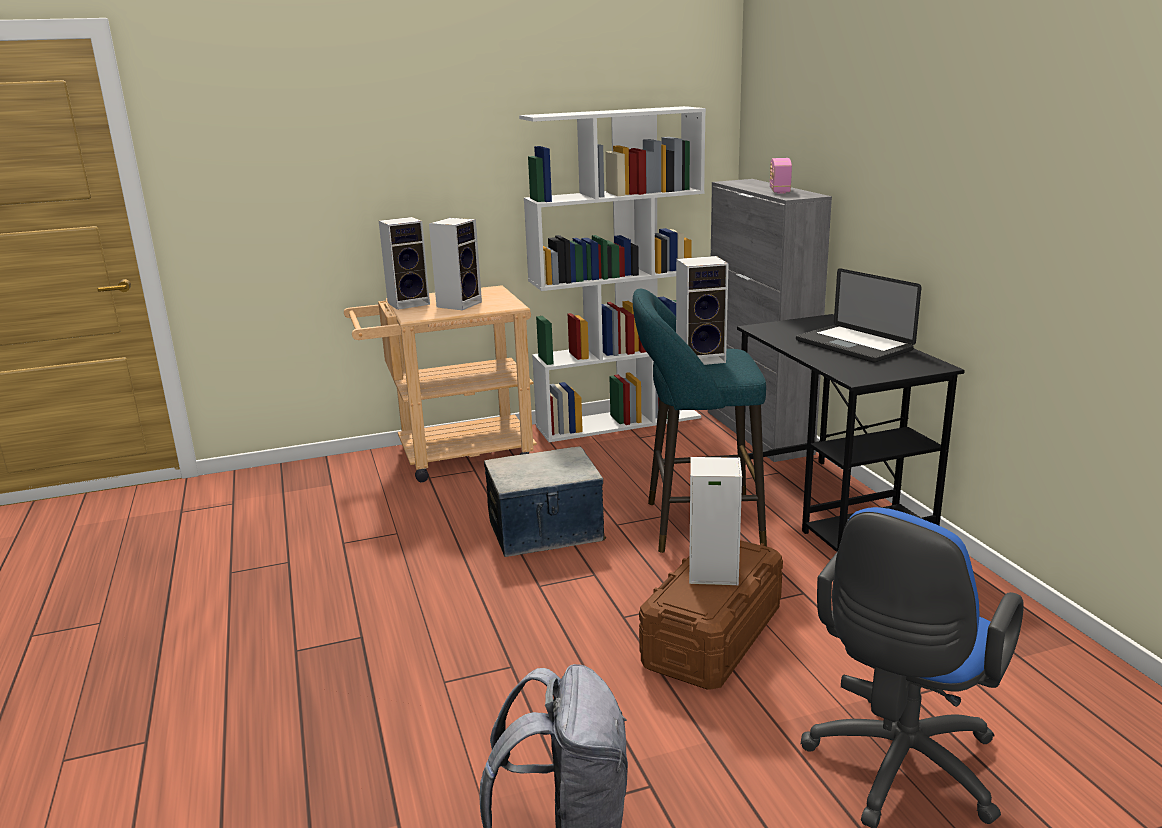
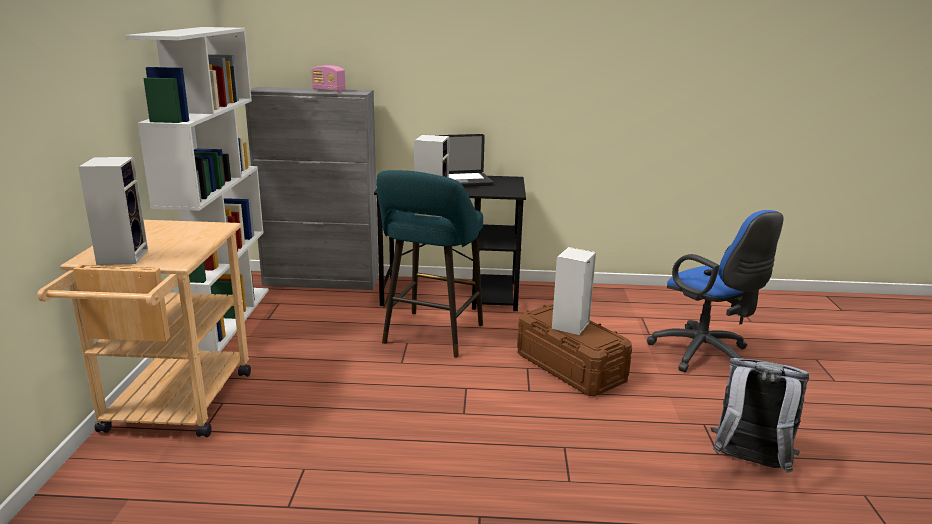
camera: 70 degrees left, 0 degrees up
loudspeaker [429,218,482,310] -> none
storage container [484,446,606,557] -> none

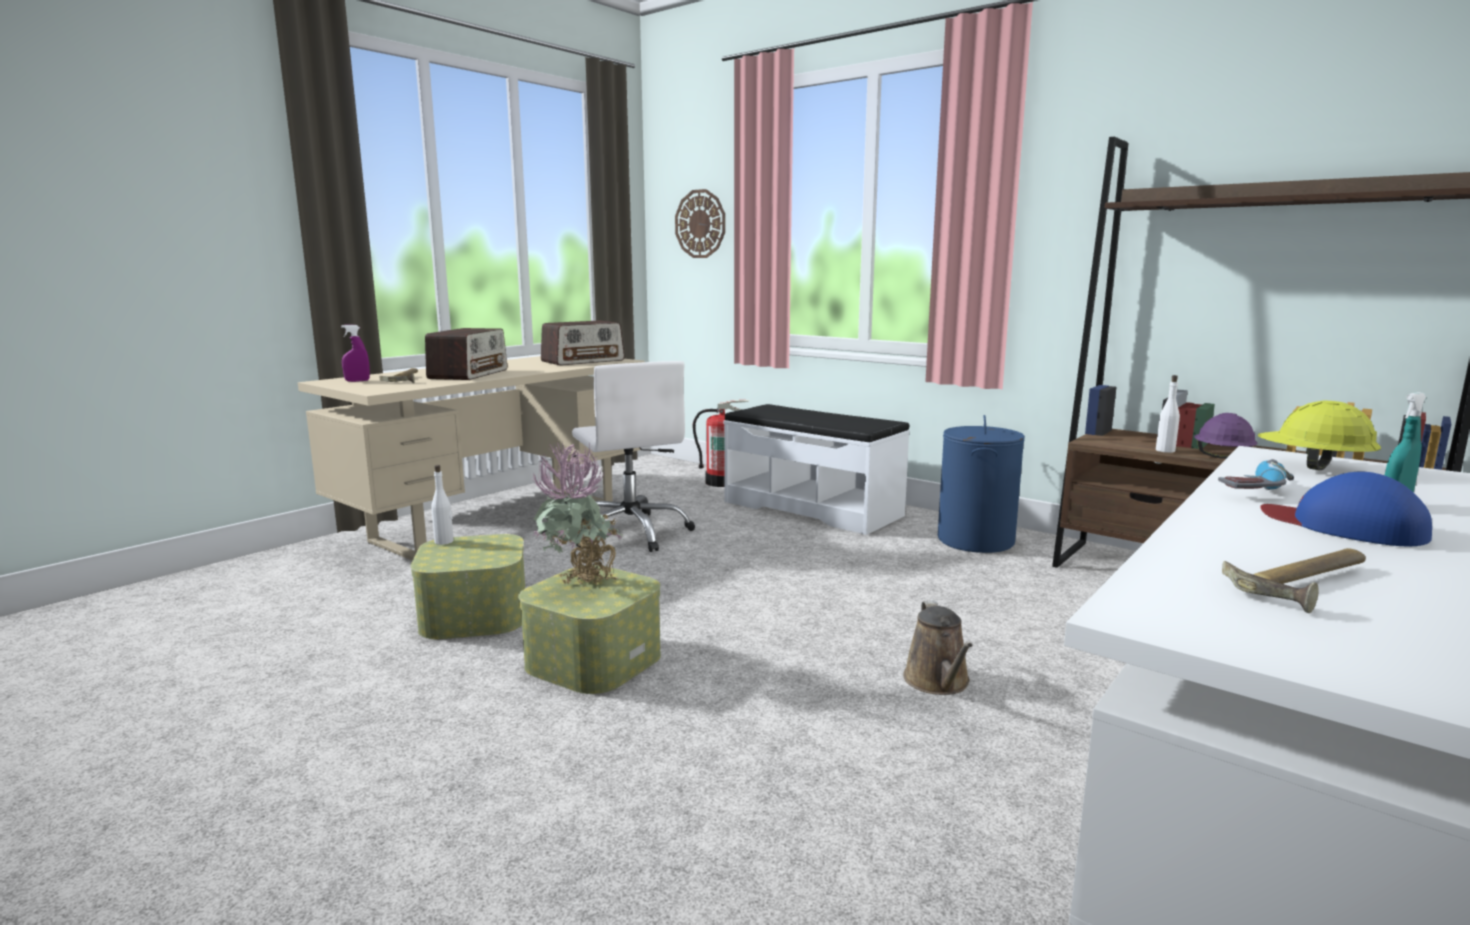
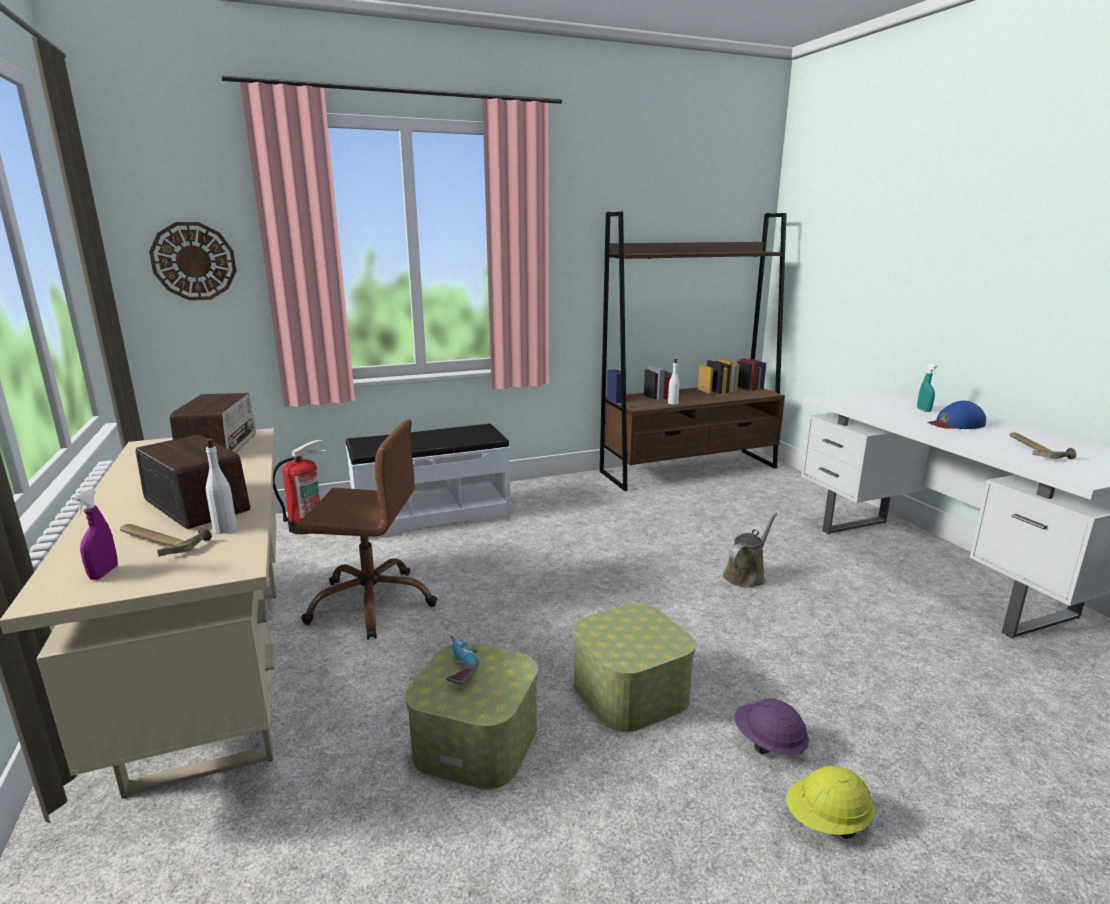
camera: 60 degrees left, 5 degrees up
desk chair/whitish [572,361,695,552] -> desk chair/brownish [296,420,437,640]
hard hat/yellow-coloured [1258,401,1381,470] -> hard hat/yellow-coloured [786,766,875,839], moved
hard hat/purple-coloured [1194,413,1258,459] -> hard hat/purple-coloured [734,698,809,755], moved
laundry basket/blue-coloured [938,415,1025,553] -> none
potted plant [531,441,623,587] -> none
drill [1218,459,1294,490] -> drill [446,635,479,685], moved
beverage bottle/whitish [431,465,454,545] -> beverage bottle/whitish [206,439,237,534], moved
sprinkling can/brownish [903,600,973,695] -> sprinkling can/brownish [723,513,777,588], 75 degrees counterclockwise

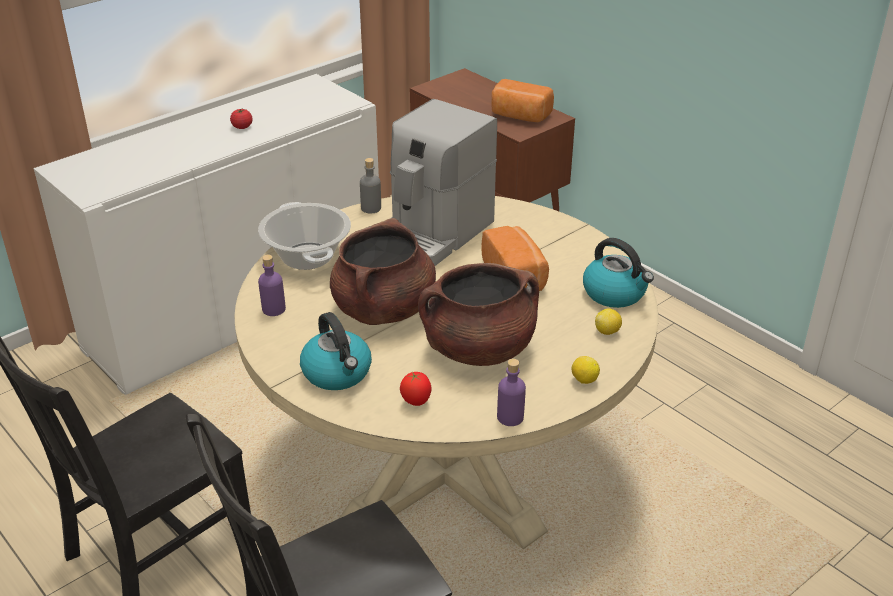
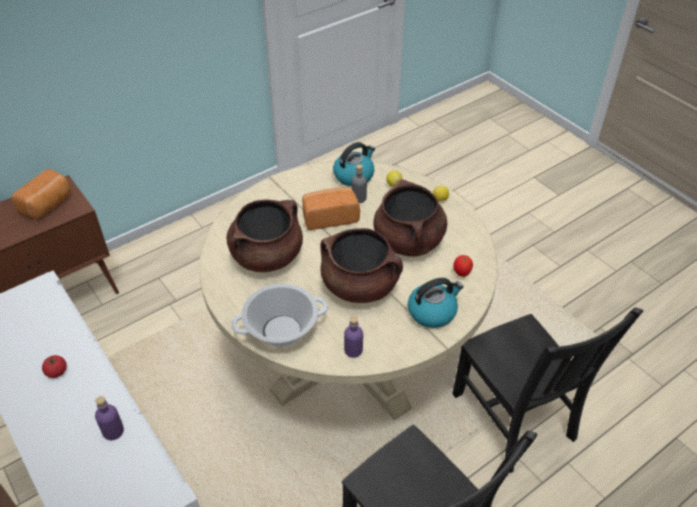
camera: 85 degrees left, 10 degrees up
coffee brewer [390,99,497,266] -> cooking pot/brownish [227,199,303,272]
beverage bottle/gray [360,158,381,213] -> beverage bottle/gray [351,164,367,203], moved
beverage bottle/purple-coloured [497,359,526,426] -> beverage bottle/purple-coloured [95,396,124,440], moved

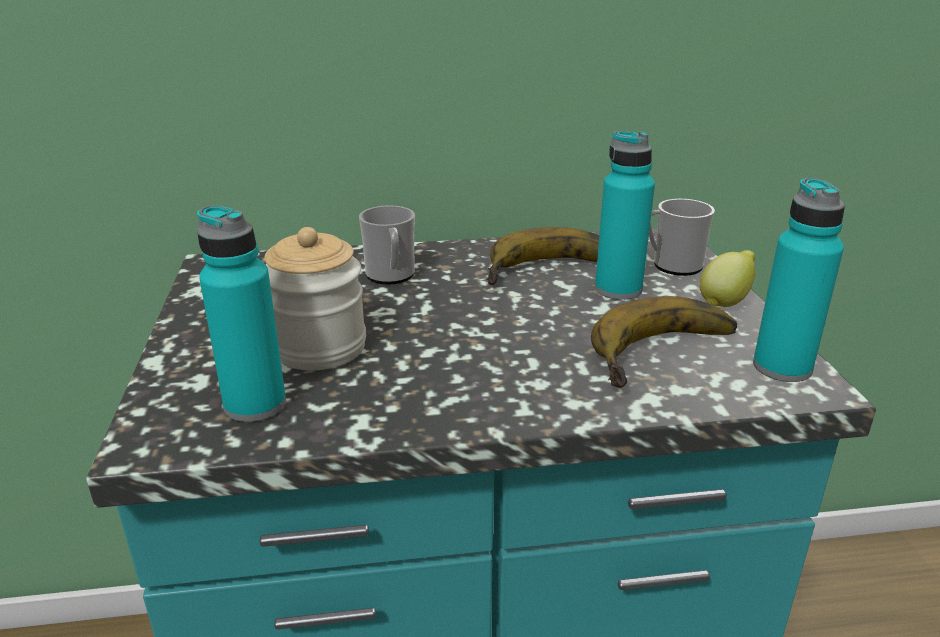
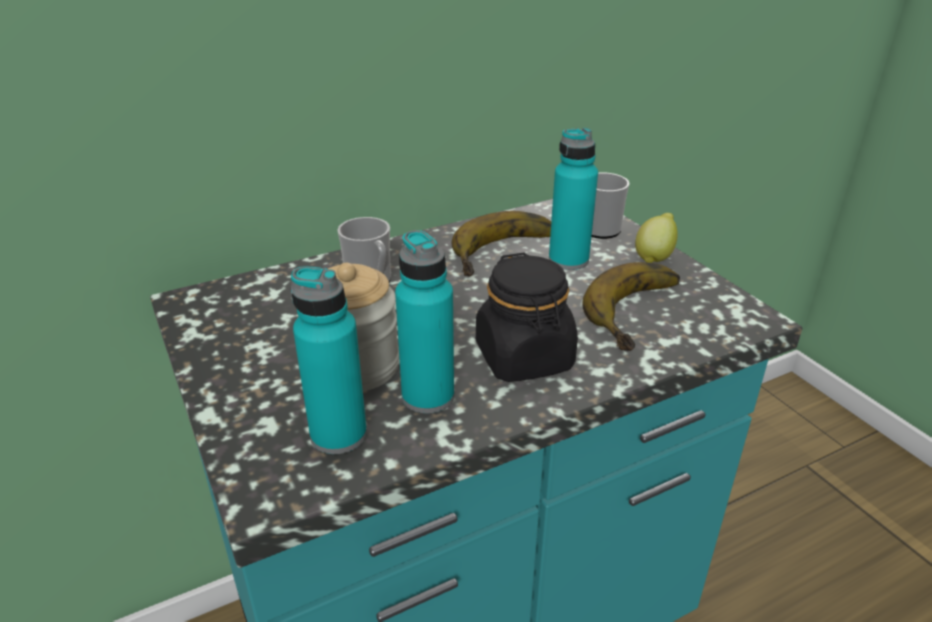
camera: 20 degrees left, 5 degrees up
beverage bottle/turquoise [753,178,845,382] -> beverage bottle/turquoise [395,230,454,414], moved
none -> storage jar/black [476,253,578,382]

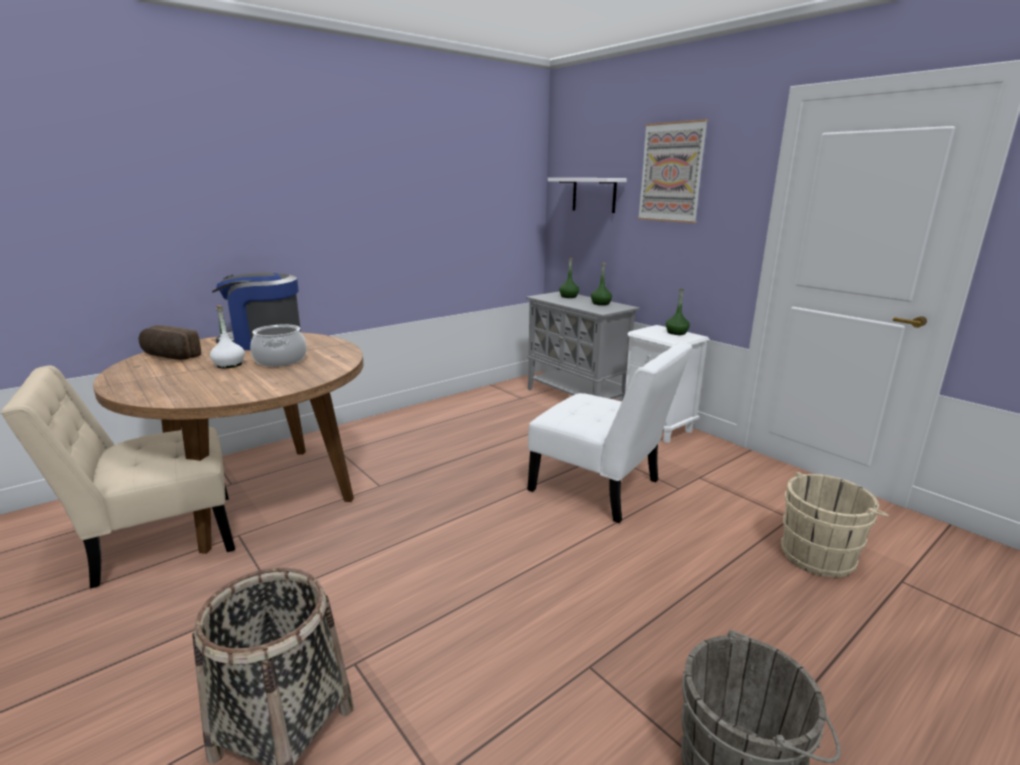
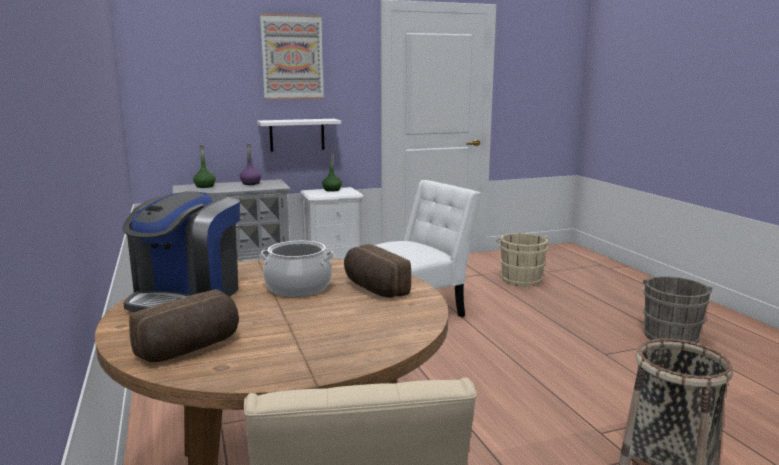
camera: 70 degrees left, 5 degrees down
shelf/whitish [547,178,627,213] -> shelf/whitish [257,119,341,152], moved
beverage bottle/greenish [591,263,612,305] -> beverage bottle/purple-coloured [240,143,261,185]
beverage bottle/whitish [210,305,245,368] -> none
none -> bakery bread [344,244,411,298]

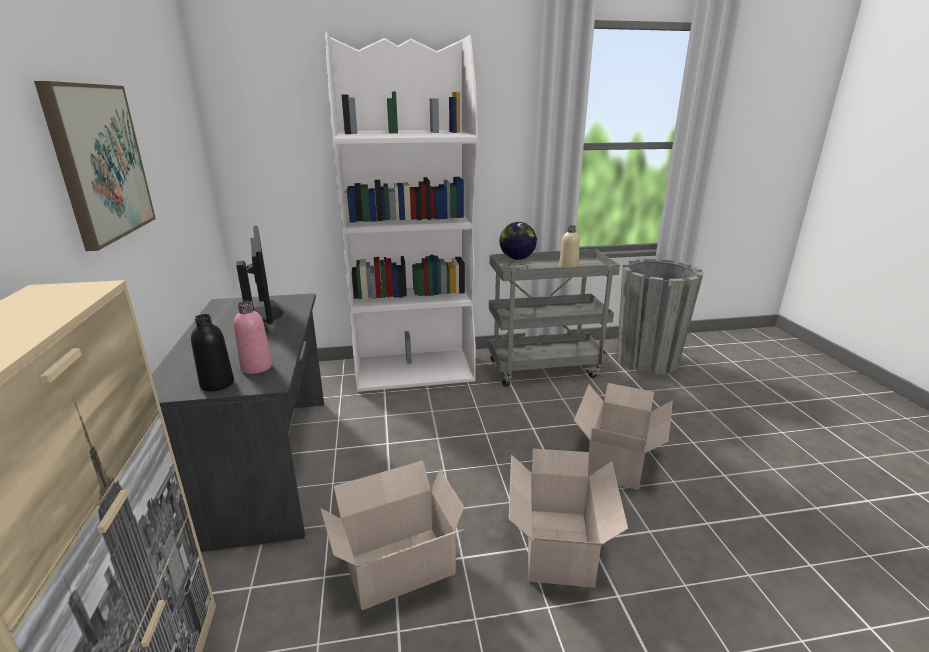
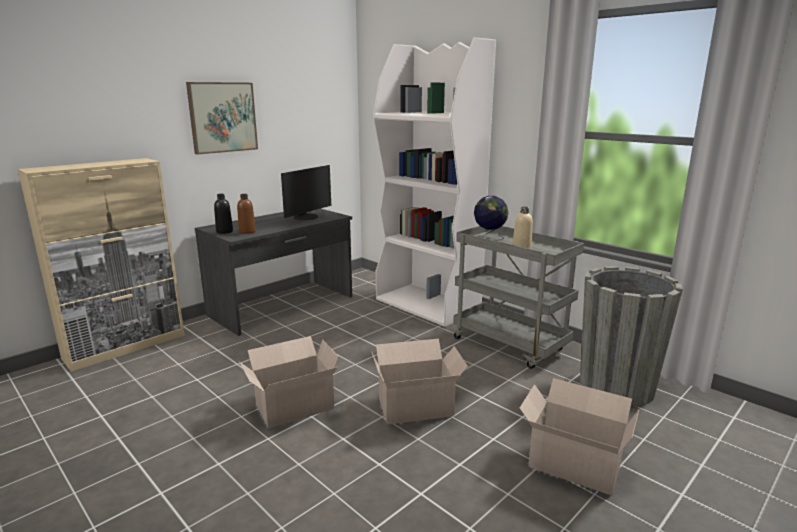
camera: 55 degrees right, 5 degrees down
beverage bottle/pinkish [234,301,272,374] -> beverage bottle/brownish [237,194,256,234]
packing box [320,461,465,610] -> packing box [520,378,639,495], moved

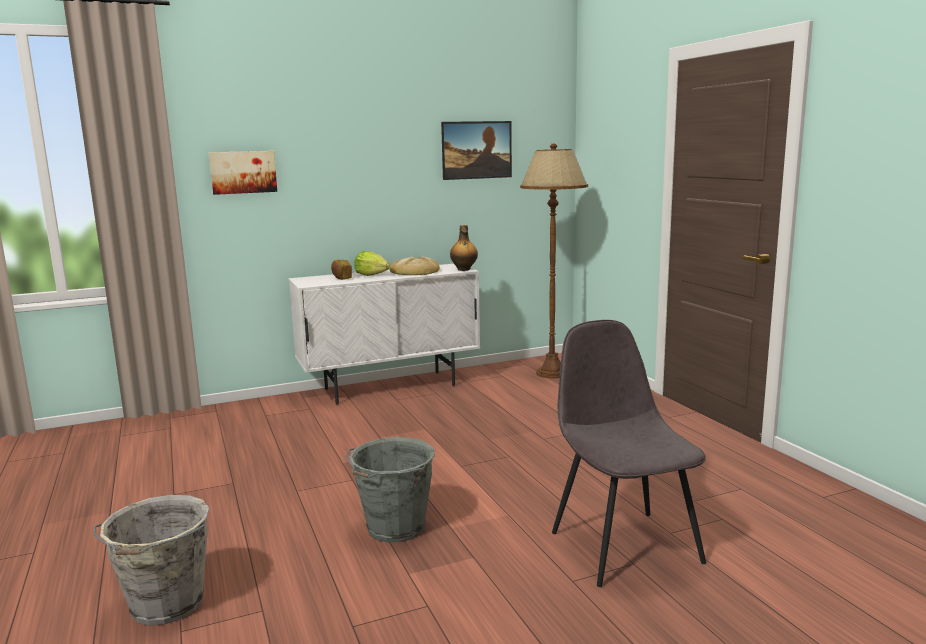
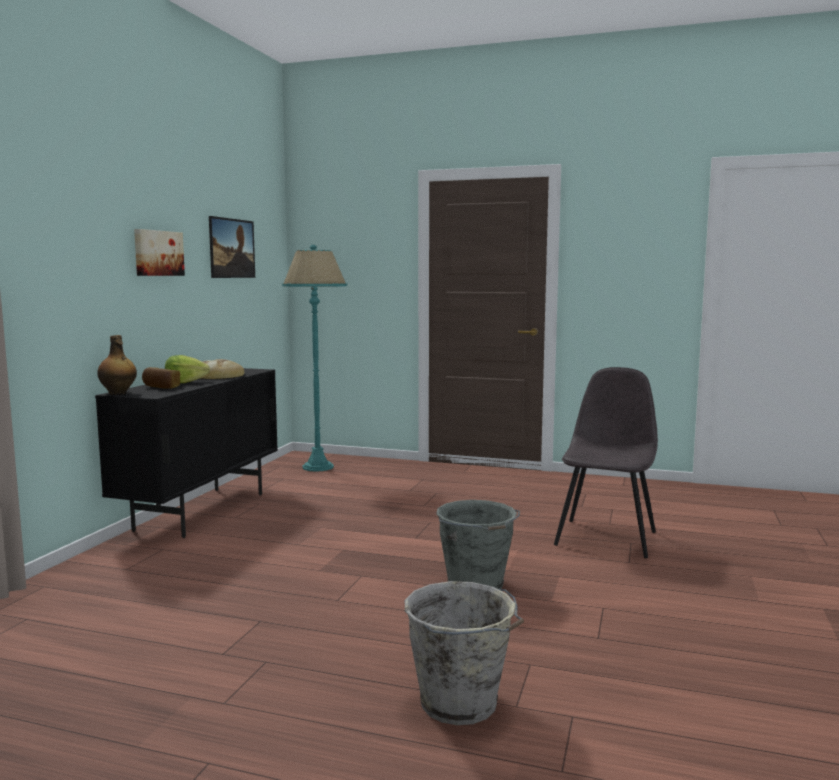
camera: 50 degrees left, 5 degrees down
standard lamp/brownish [520,143,588,378] -> standard lamp/turquoise [282,245,347,472]
wall art [209,151,277,195] -> wall art [134,229,185,276], moved
beverage bottle [450,225,478,271] -> beverage bottle [97,335,137,395], moved
cupboard/whitish [288,264,480,405] -> cupboard/black [95,368,278,538]
plain chair/gray [552,320,706,587] -> plain chair/gray [554,367,658,558], 90 degrees clockwise

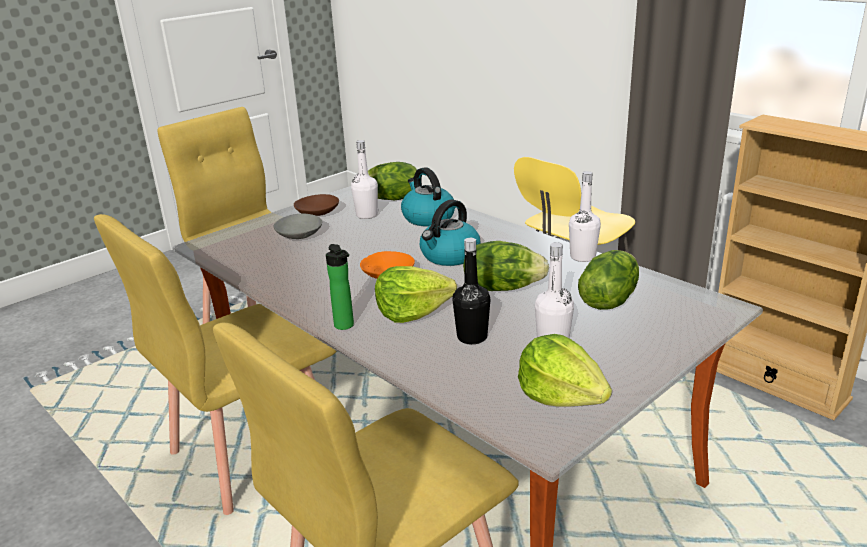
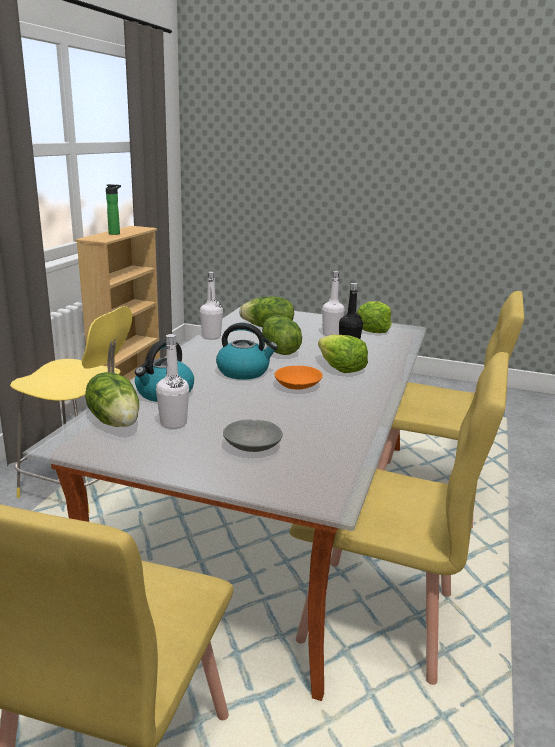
camera: 120 degrees left, 5 degrees down
deep dish/brownish [294,194,339,216] -> none
beverage bottle [326,244,354,330] -> beverage bottle [106,184,121,235], moved

